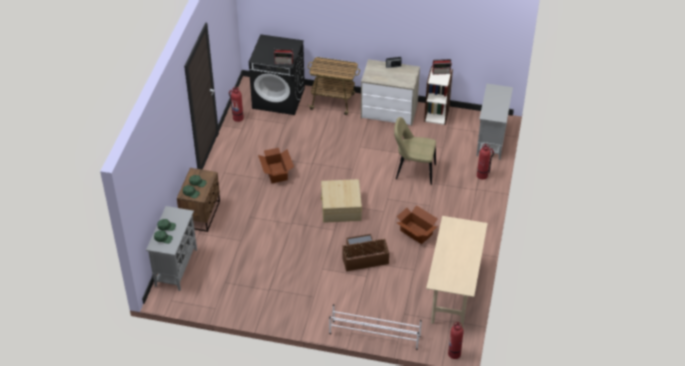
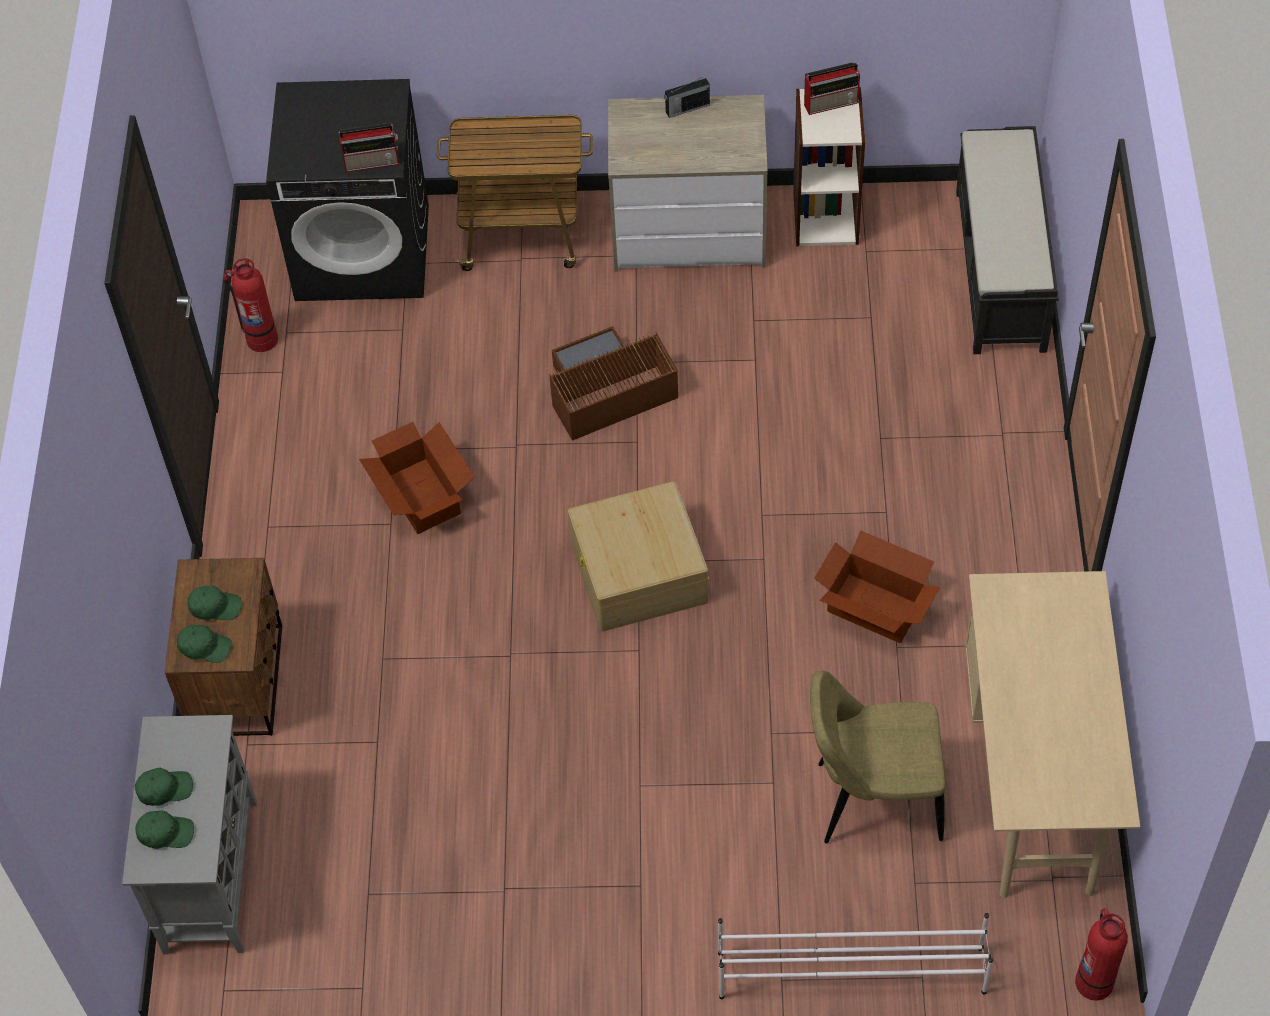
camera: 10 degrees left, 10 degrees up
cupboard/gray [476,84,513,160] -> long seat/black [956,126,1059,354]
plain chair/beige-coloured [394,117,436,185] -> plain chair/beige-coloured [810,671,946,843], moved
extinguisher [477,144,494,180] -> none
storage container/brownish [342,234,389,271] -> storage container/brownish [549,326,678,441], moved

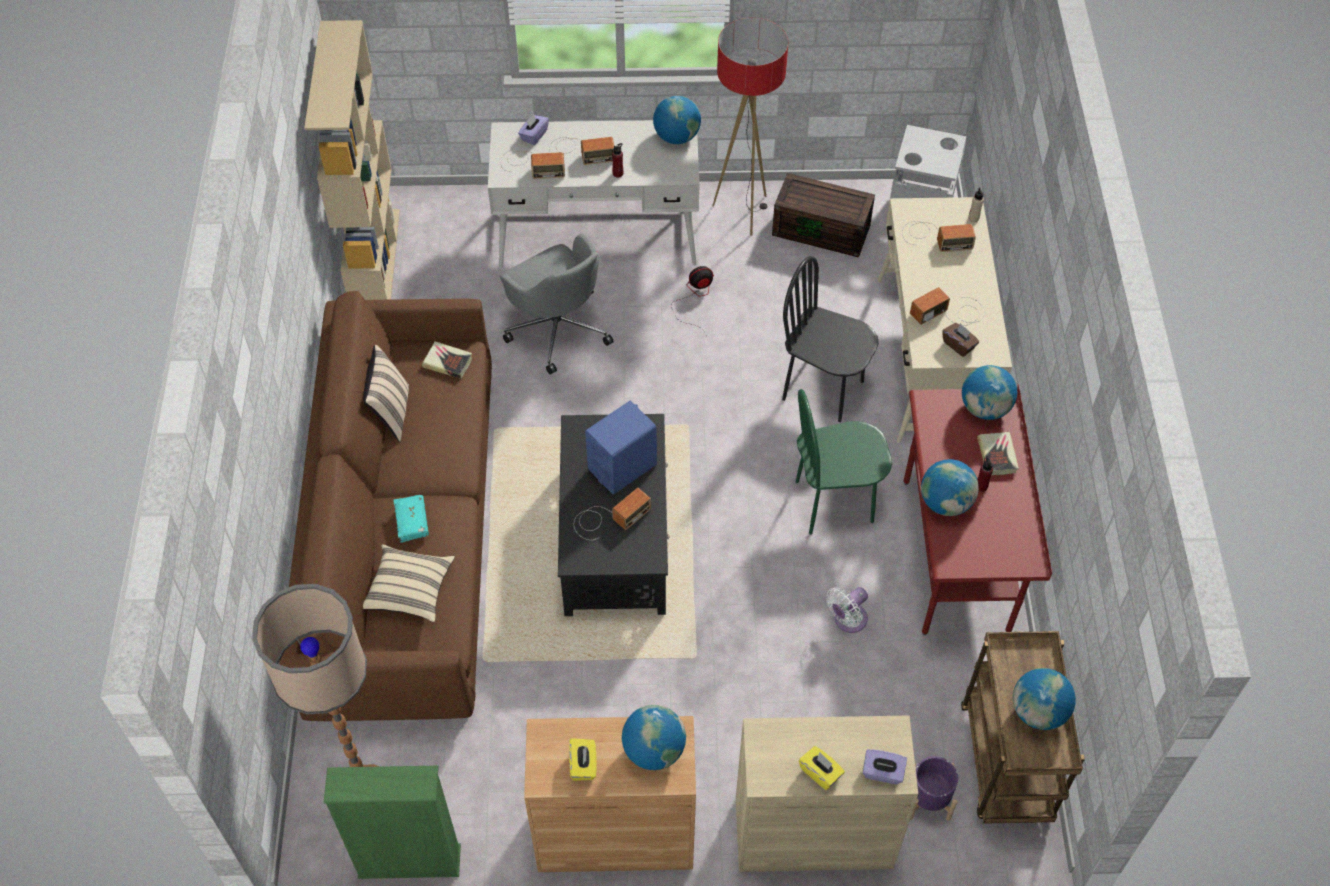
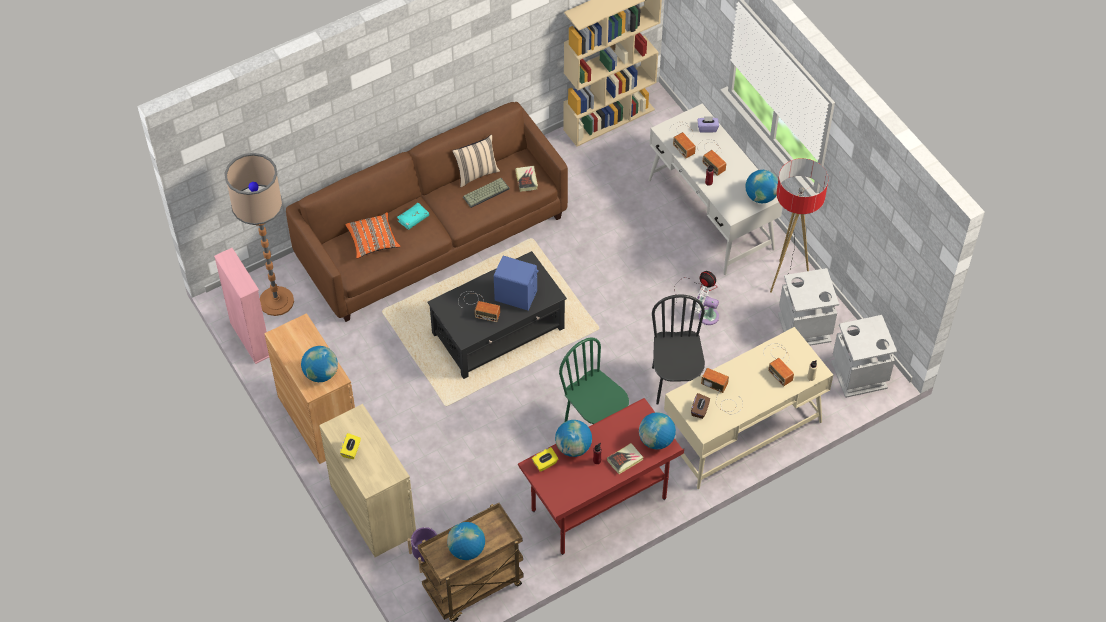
camera: 60 degrees right, 0 degrees up
storage container/brownish [772,173,875,257] -> waste bin/gray [778,268,839,346]
desk chair/gray [500,233,614,374] -> none
throw pillow/beige-coloured [363,545,455,622] -> throw pillow/orange [345,212,401,259]
cooling fan/whitish [826,587,868,633] -> cooling fan/whitish [695,286,719,325], moved
box of tissues/yellow-coloured [569,738,597,781] -> box of tissues/yellow-coloured [532,447,559,472], moved
box of tissues/purple-coloured [863,749,907,785] -> none
bookshelf/greenish [324,766,461,879] -> bookshelf/pinkish [214,248,269,364]
none -> keyboard [463,178,510,208]

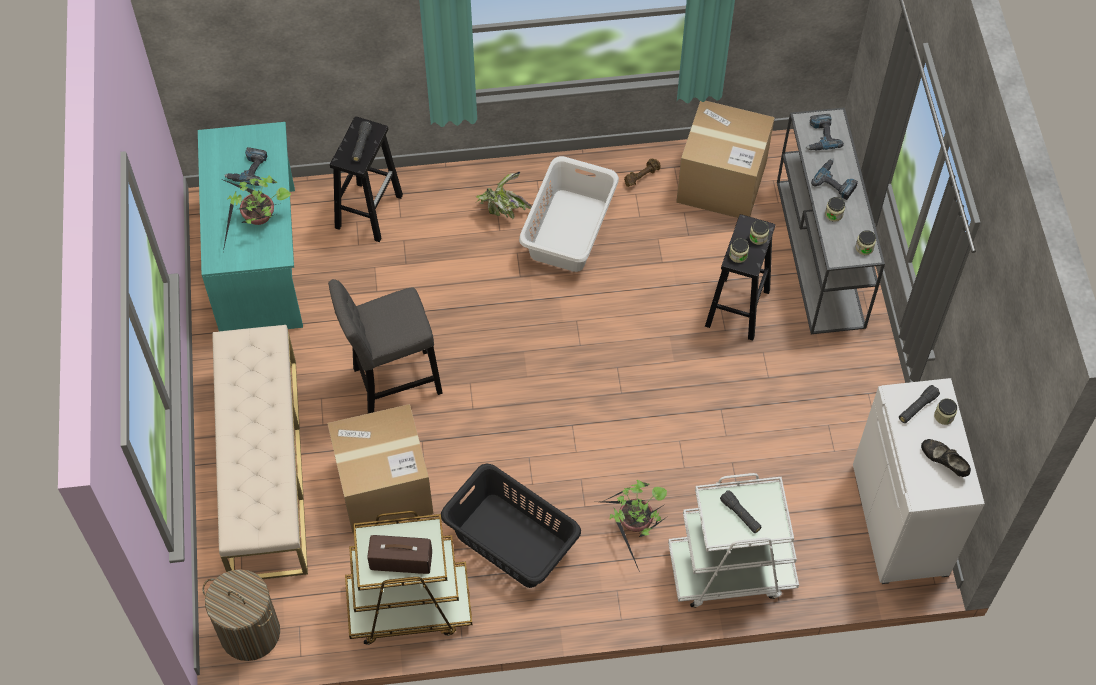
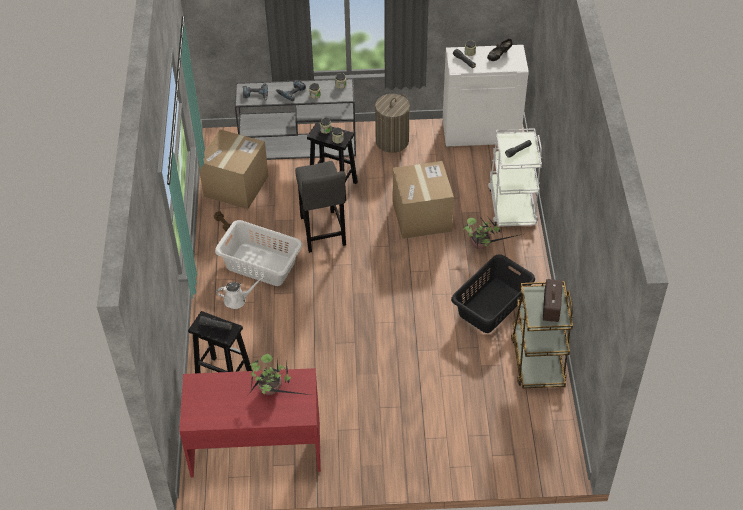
camera: 85 degrees left, 10 degrees down
desk table/turquoise [198,122,303,331] -> desk table/red-coloured [179,368,321,478]
drill [224,147,267,186] -> none
potted plant [476,172,532,219] -> sprinkling can/whitish [217,277,264,309]
sitting stool/gray [328,279,443,414] -> sitting stool/gray [295,161,346,253], moved
long seat/beige-coloured [212,325,308,579] -> none
packing box [327,404,433,533] -> packing box [393,161,454,239], moved
laundry basket [202,569,280,661] -> laundry basket [375,94,410,153], moved

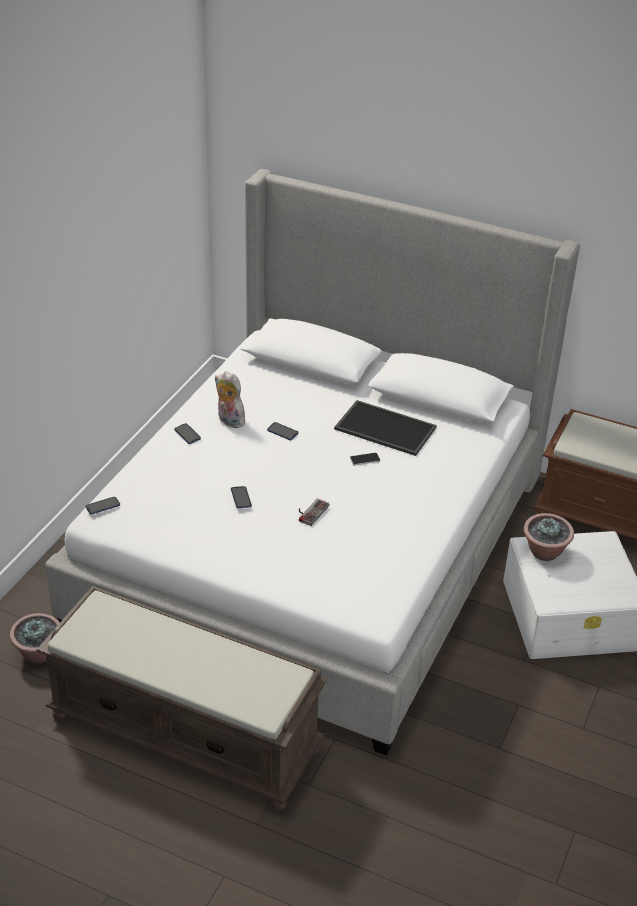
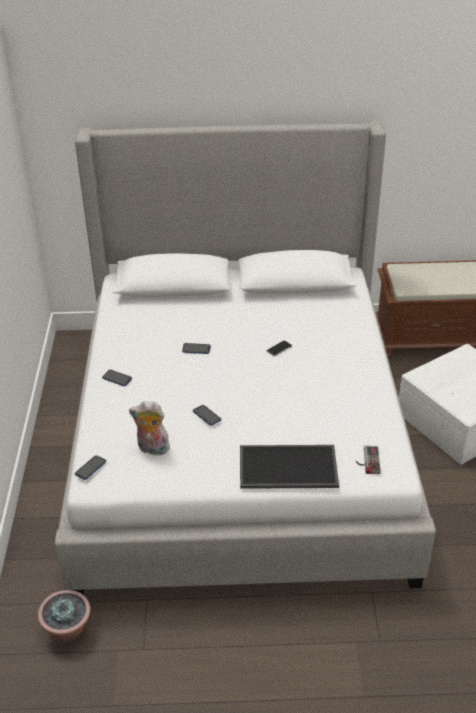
camera: 25 degrees left, 0 degrees up
cuddly toy [215,371,245,428] -> cuddly toy [129,401,172,456], moved
serving tray [334,400,437,456] -> serving tray [240,445,339,489], moved
joypad [299,498,329,526] -> joypad [356,446,381,474], moved
potted plant [524,513,574,561] -> none
long seat/brownish [36,586,327,811] -> none

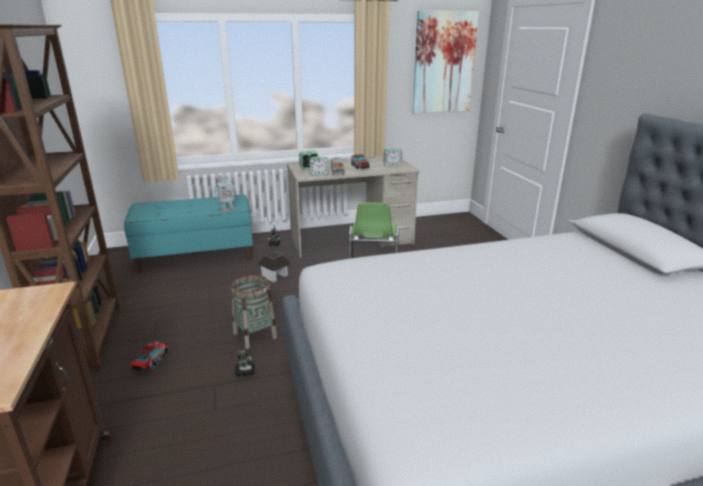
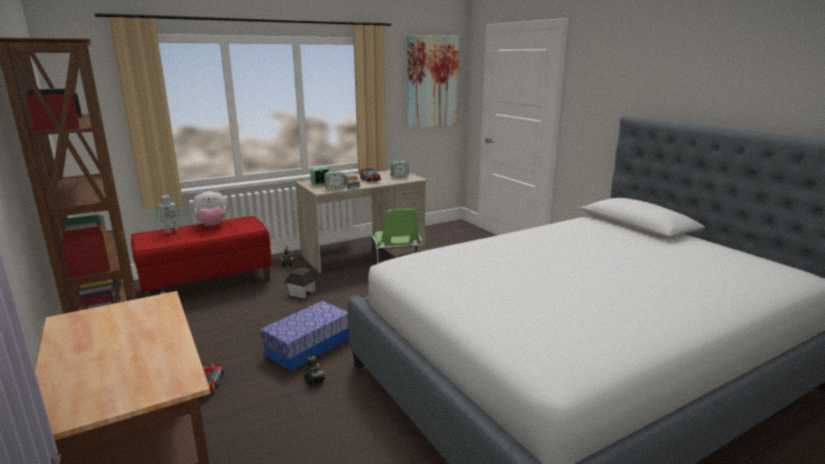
camera: 15 degrees left, 5 degrees down
robot figure [214,174,236,212] -> robot figure [156,195,180,234], moved
long seat/turquoise [124,195,253,273] -> long seat/red-coloured [131,216,272,297]
storage basket [231,275,277,349] -> storage container [260,301,349,371]
none -> cuddly toy [192,189,228,226]

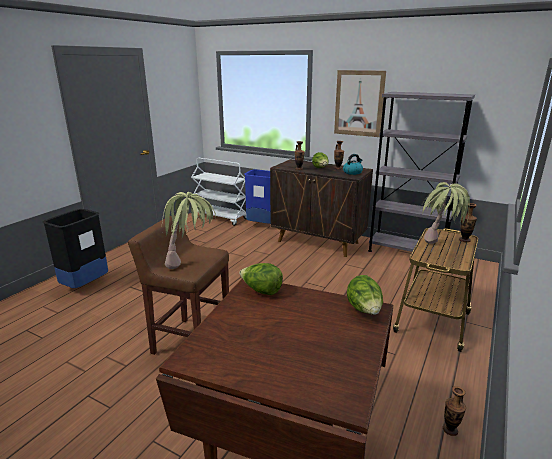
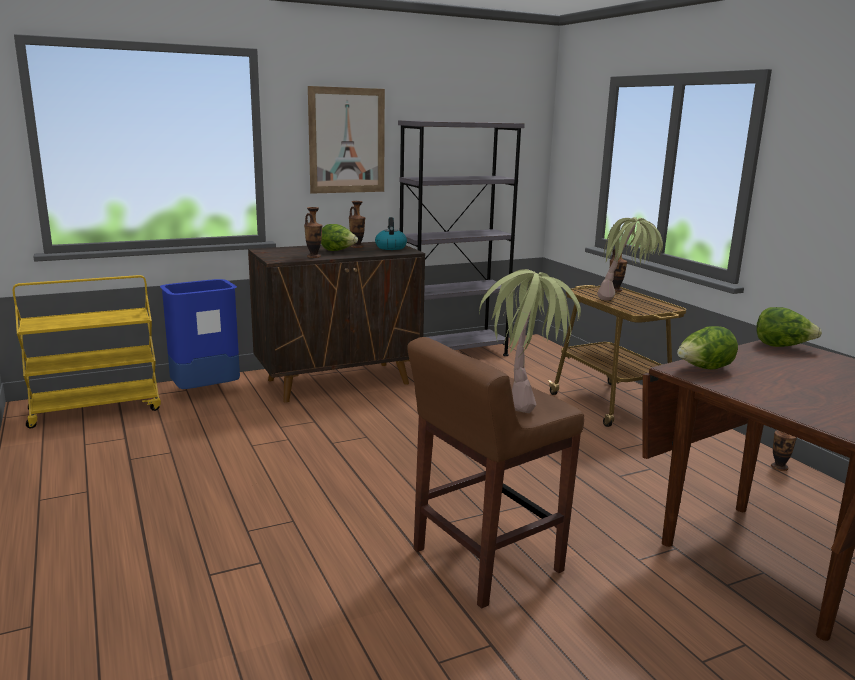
camera: 55 degrees left, 5 degrees down
cart/whitish [191,158,246,226] -> cart/yellow-coloured [13,275,161,428]
waste bin/black [42,209,108,288] -> none

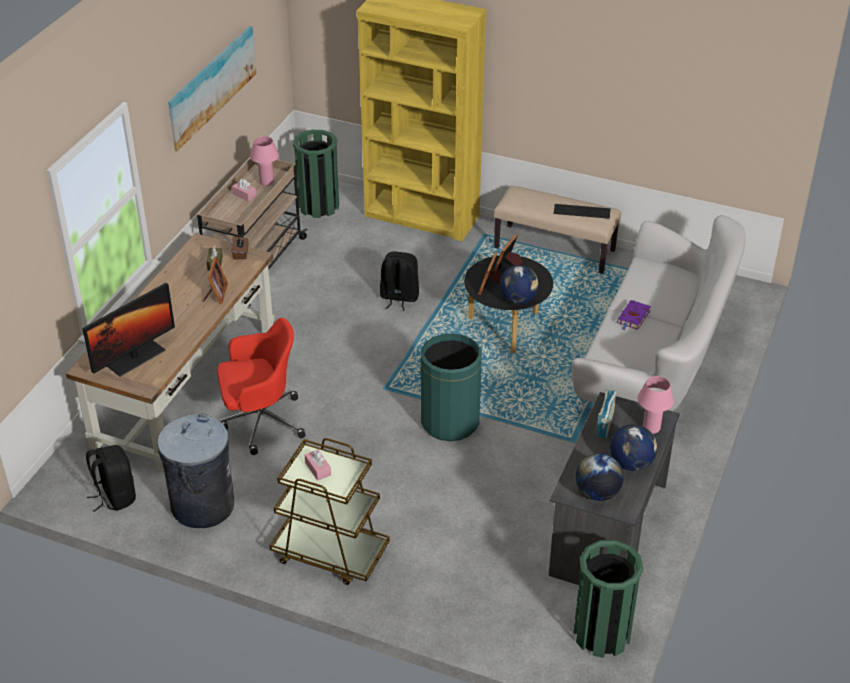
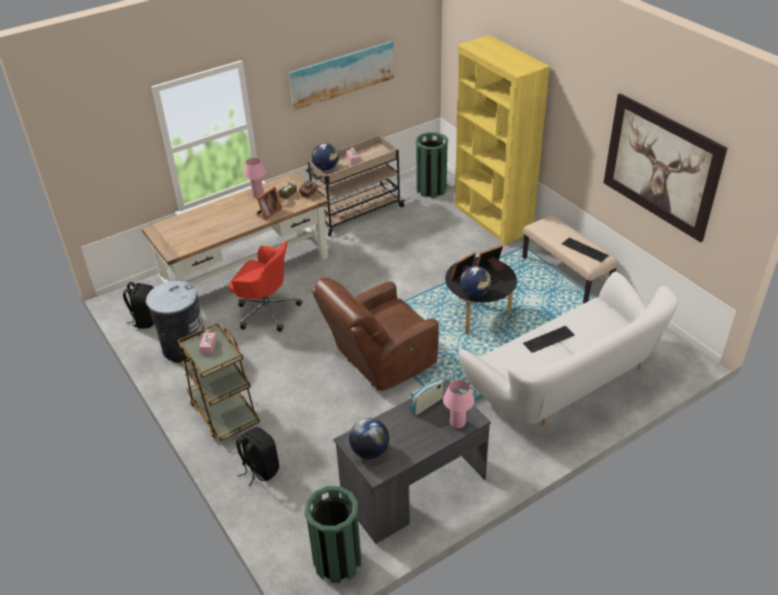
camera: 35 degrees right, 0 degrees up
table lamp/pinkish [250,136,279,186] -> table lamp/pinkish [244,158,266,197], moved
rucksack/black [380,252,419,311] -> rucksack/black [236,427,279,487], moved
computer screen [83,283,175,377] -> none
bound book/purple-coloured [617,300,651,330] -> keyboard [523,326,575,353]
waste bin/greenish [421,333,482,441] -> easy chair/brownish [311,278,439,391]
desk globe [610,424,657,471] -> desk globe [312,143,339,171], moved
none -> wall art [604,93,727,242]

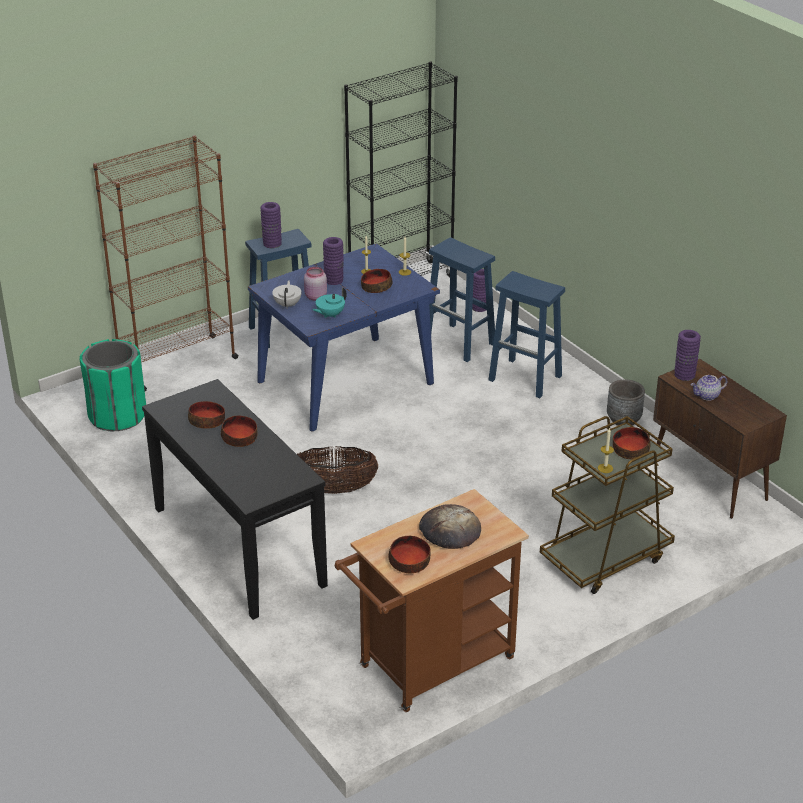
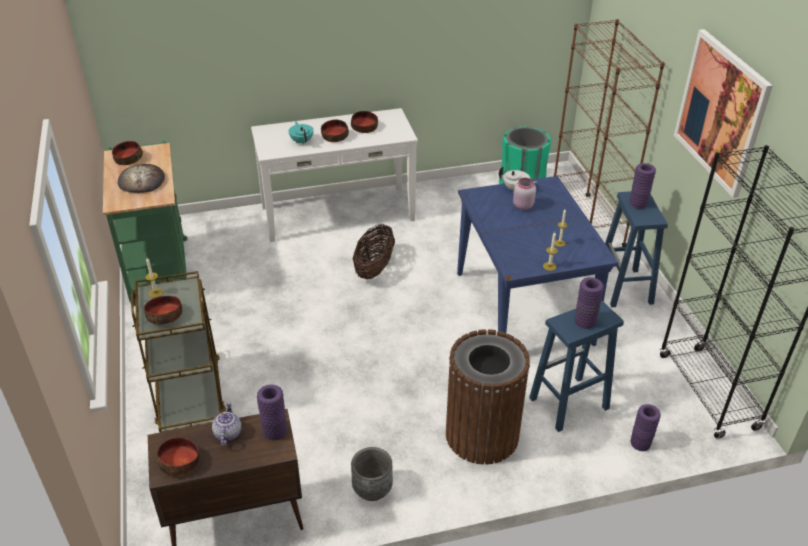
camera: 110 degrees right, 5 degrees up
flower vase/purple-coloured [323,237,344,285] -> flower vase/purple-coloured [575,277,604,329], moved
deep dish [361,269,392,293] -> deep dish [157,437,200,476], moved
sitting stool/blue-coloured [488,271,565,398] -> waste bin/brownish [446,329,530,465]
teapot/turquoise [312,288,347,318] -> teapot/turquoise [289,121,313,145], moved
narrow table/black [142,379,328,620] -> narrow table/whitish [251,108,418,242]
cart/brownish [335,489,529,712] -> cart/greenish [103,140,187,306]
none -> wall art [674,29,773,198]

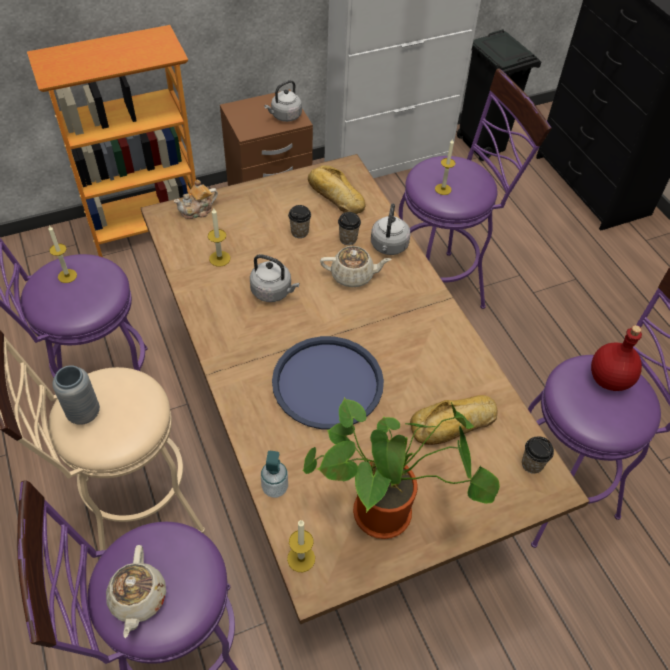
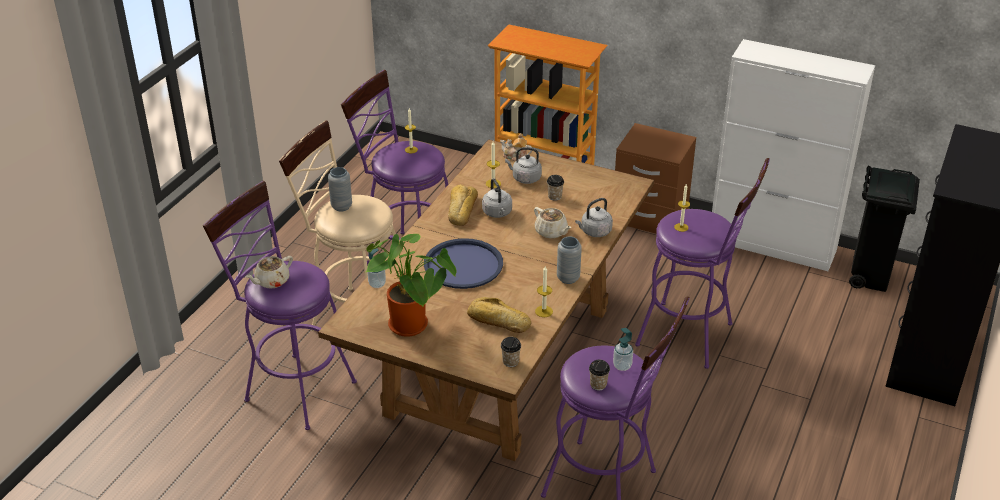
camera: 50 degrees right, 15 degrees down
kettle/gray [264,80,302,122] -> kettle/gray [505,147,542,184], moved
bakery bread [308,165,365,214] -> bakery bread [448,184,478,226], moved
small cup [338,212,361,245] -> small cup [589,360,610,390], moved
beverage bottle/red-coloured [591,325,642,391] -> liquid soap bottle [613,328,633,371]
wax light [287,520,315,572] -> wax light [535,266,553,317], moved
none -> flower vase/gray [557,237,582,284]

